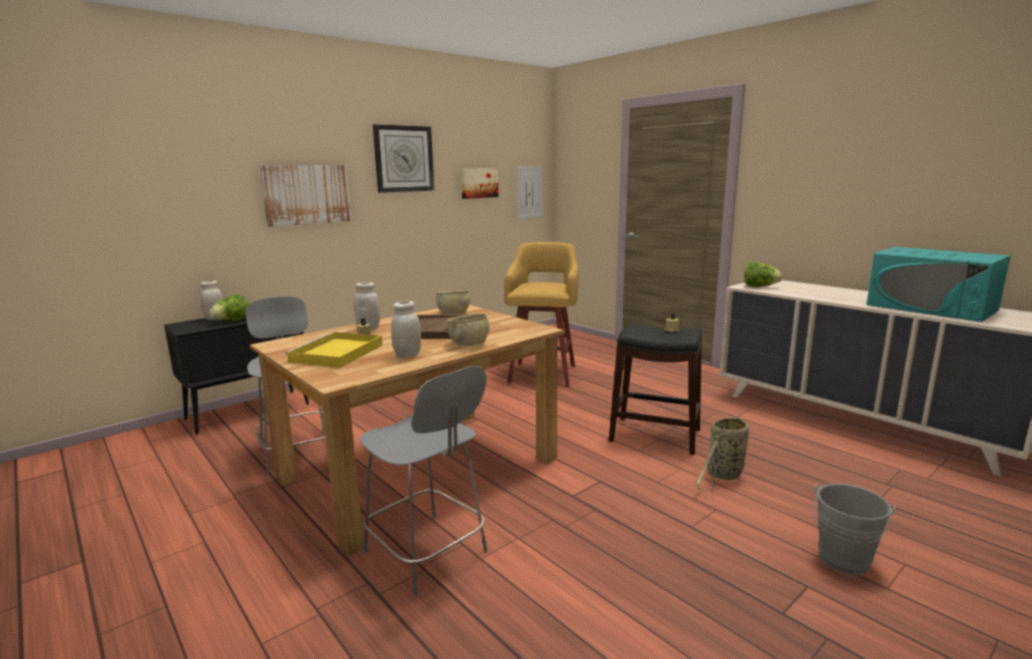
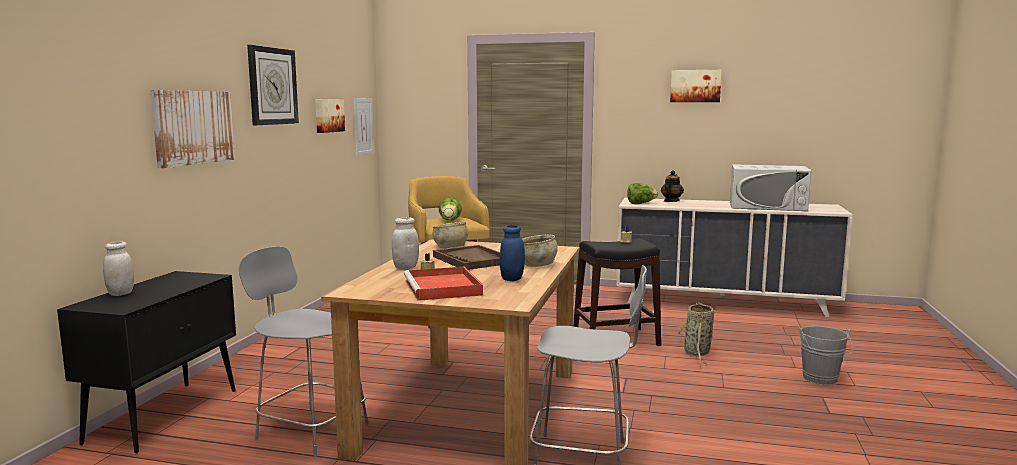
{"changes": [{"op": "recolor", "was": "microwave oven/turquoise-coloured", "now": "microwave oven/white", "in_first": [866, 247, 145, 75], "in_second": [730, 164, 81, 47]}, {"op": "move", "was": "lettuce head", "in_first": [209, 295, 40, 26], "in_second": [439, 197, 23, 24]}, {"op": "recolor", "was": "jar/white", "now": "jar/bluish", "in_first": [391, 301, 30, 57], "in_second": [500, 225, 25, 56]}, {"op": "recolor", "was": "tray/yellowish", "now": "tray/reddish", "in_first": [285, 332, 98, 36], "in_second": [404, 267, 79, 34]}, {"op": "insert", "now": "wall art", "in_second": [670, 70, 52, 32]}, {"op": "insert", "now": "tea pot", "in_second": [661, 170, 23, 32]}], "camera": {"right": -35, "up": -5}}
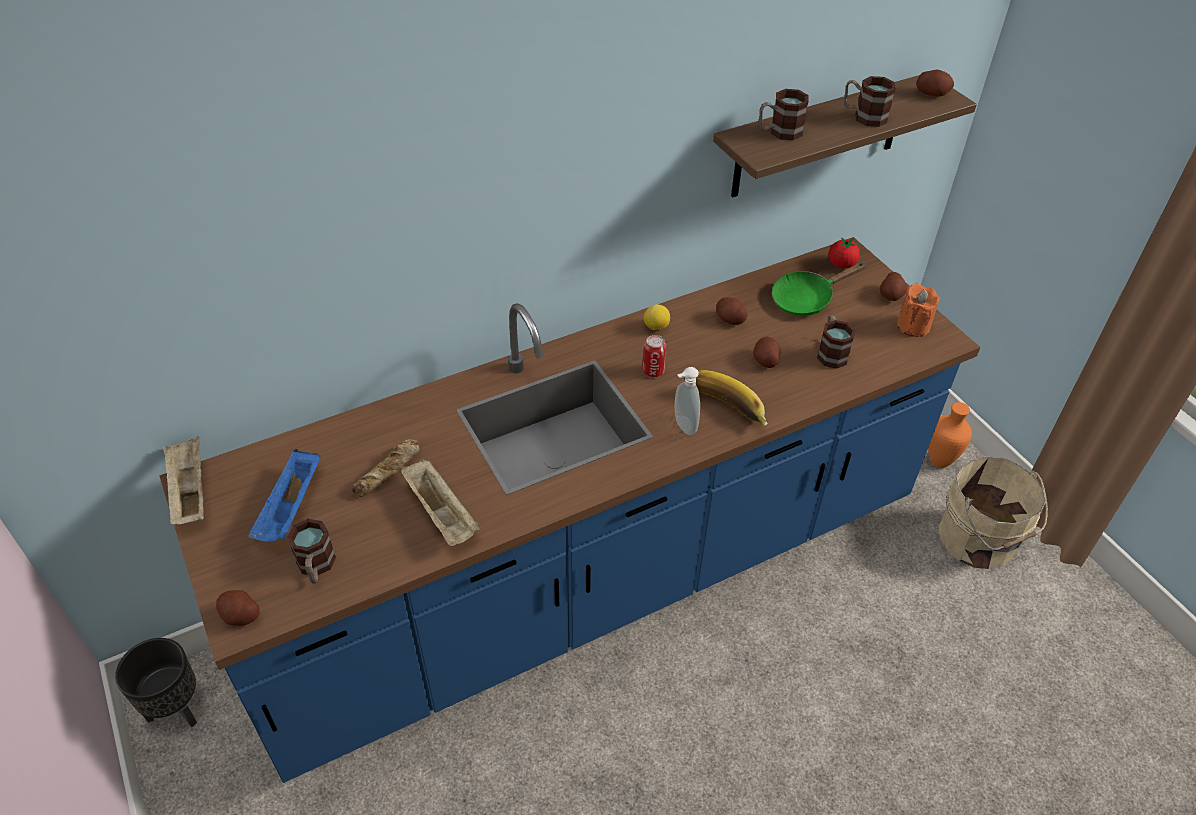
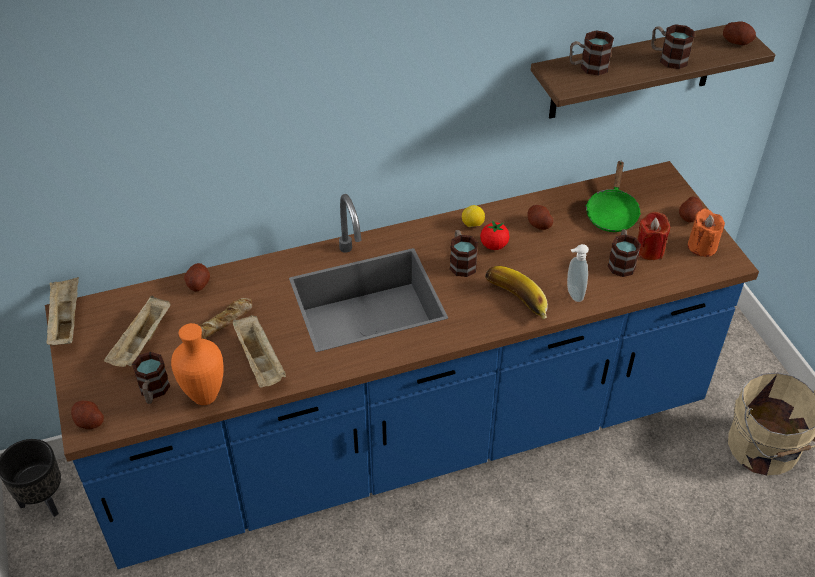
{"changes": [{"op": "move", "was": "tomato", "in_first": [828, 237, 32, 32], "in_second": [480, 220, 30, 30]}, {"op": "rotate", "was": "pan/greenish", "in_first": [772, 262, 94, 54], "in_second": [585, 160, 56, 72], "clockwise": -60}, {"op": "replace", "was": "sealed can", "now": "coffee mug", "in_first": [642, 335, 25, 42], "in_second": [450, 230, 28, 47]}, {"op": "move", "was": "spud", "in_first": [753, 337, 28, 31], "in_second": [184, 263, 26, 29]}, {"op": "move", "was": "soap bottle", "in_first": [675, 367, 25, 68], "in_second": [567, 244, 22, 58]}, {"op": "move", "was": "decorative vase/orangey", "in_first": [928, 402, 44, 66], "in_second": [171, 323, 53, 82]}, {"op": "recolor", "was": "tray/bluish", "now": "tray/beige", "in_first": [248, 449, 72, 92], "in_second": [104, 296, 67, 71]}, {"op": "insert", "now": "candle/reddish", "in_second": [637, 212, 33, 48]}], "camera": {"right": 10, "up": 0}}
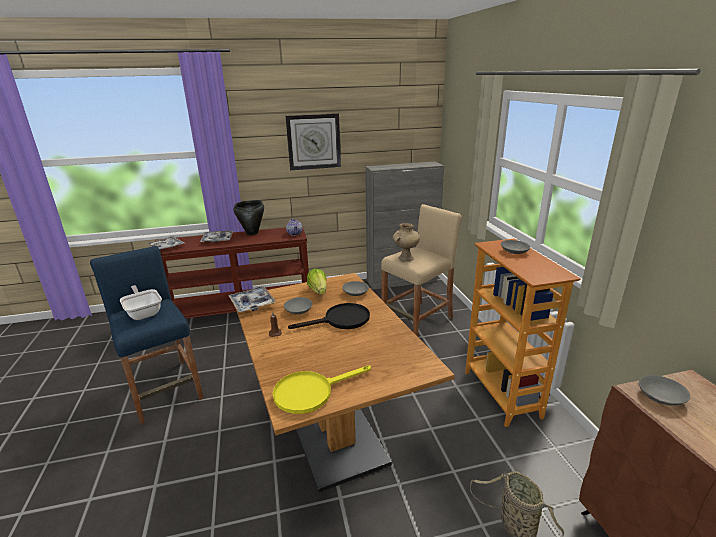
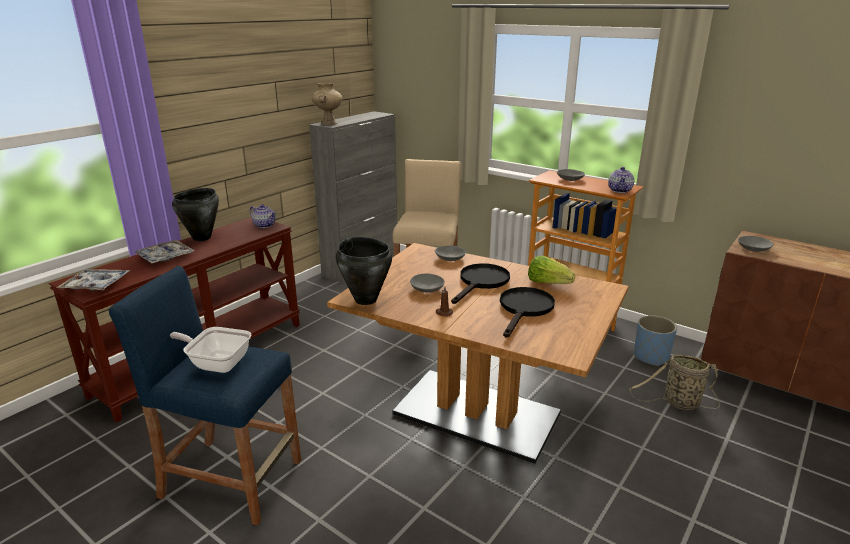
{"changes": [{"op": "delete", "was": "hanging clock", "in_first": [286, 113, 55, 57]}, {"op": "move", "was": "decorative vase/beige", "in_first": [393, 223, 27, 39], "in_second": [312, 83, 30, 42]}, {"op": "move", "was": "lettuce head", "in_first": [307, 269, 20, 26], "in_second": [528, 255, 47, 29]}, {"op": "replace", "was": "tray", "now": "cooking pot/black-coloured", "in_first": [228, 286, 48, 26], "in_second": [336, 237, 56, 68]}, {"op": "delete", "was": "pan/yellowish", "in_first": [273, 366, 98, 48]}, {"op": "insert", "now": "tea pot", "in_second": [608, 167, 26, 26]}, {"op": "insert", "now": "pan/black-coloured", "in_second": [500, 287, 55, 50]}, {"op": "insert", "now": "plant pot/bluish", "in_second": [634, 315, 43, 51]}], "camera": {"right": -40, "up": 0}}
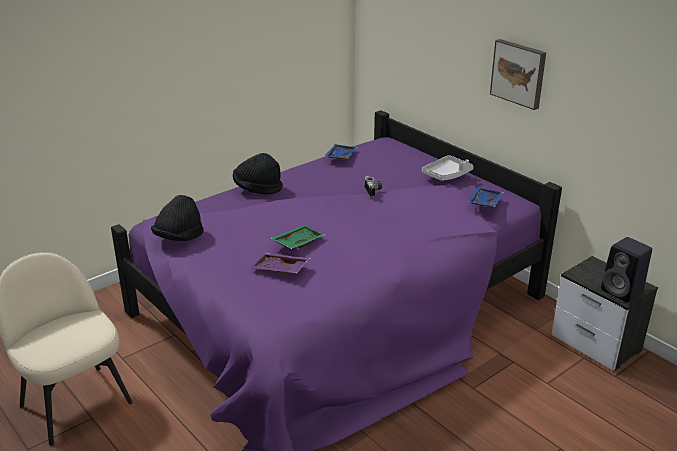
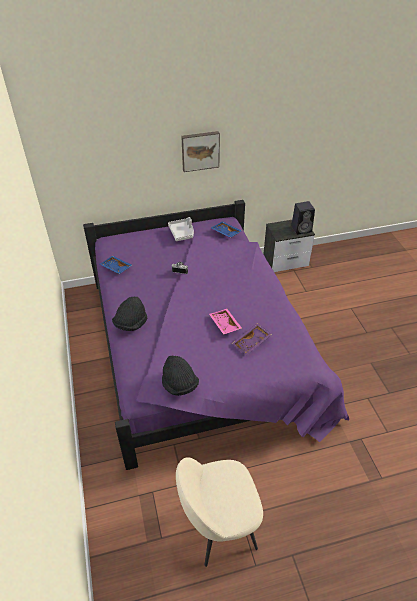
{"changes": [{"op": "recolor", "was": "tray/greenish", "now": "tray/pink-coloured", "in_first": [270, 224, 55, 25], "in_second": [209, 309, 33, 26]}], "camera": {"right": -65, "up": 15}}
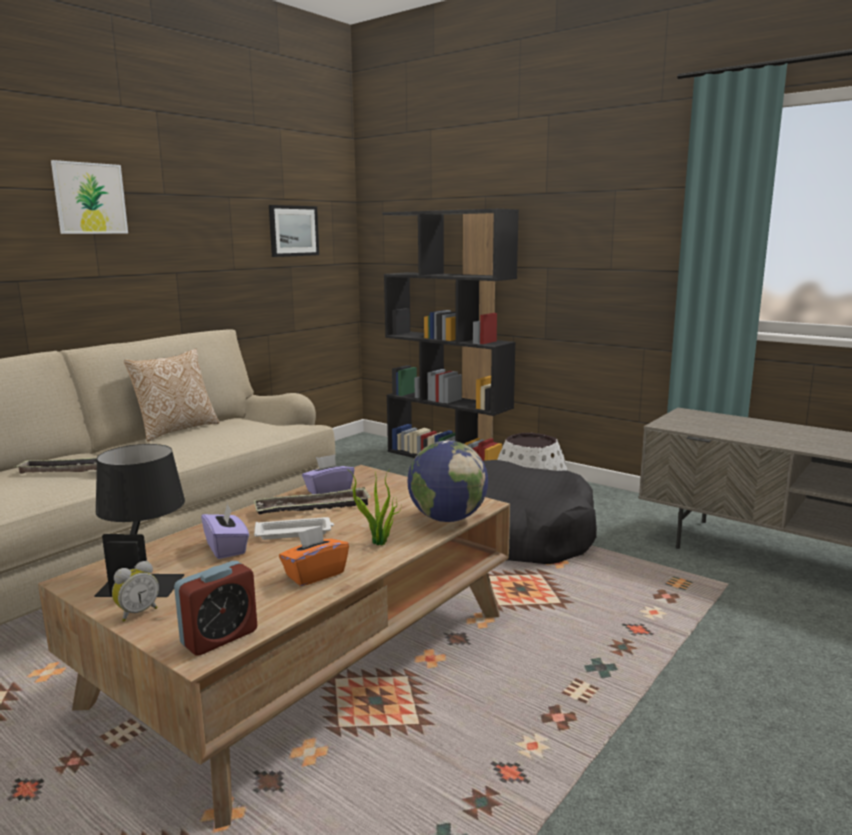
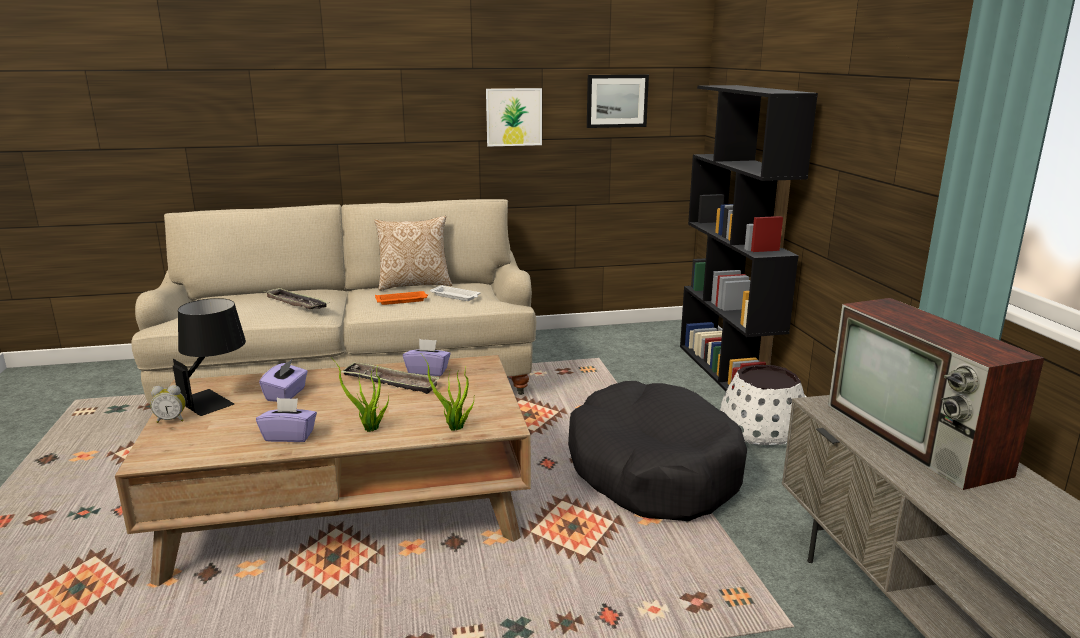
{"changes": [{"op": "move", "was": "wall art", "in_first": [51, 160, 77, 74], "in_second": [486, 88, 56, 59]}, {"op": "replace", "was": "globe", "now": "plant in a pot", "in_first": [407, 440, 81, 82], "in_second": [422, 355, 53, 76]}, {"op": "move", "was": "tray/white", "in_first": [254, 517, 80, 23], "in_second": [430, 285, 50, 16]}, {"op": "recolor", "was": "box of tissues/orangey", "now": "box of tissues/purplish", "in_first": [279, 526, 70, 60], "in_second": [256, 398, 61, 44]}, {"op": "delete", "was": "alarm clock", "in_first": [174, 561, 83, 94]}, {"op": "insert", "now": "tray/orangey", "in_second": [375, 291, 53, 14]}, {"op": "insert", "now": "television", "in_second": [828, 298, 216, 192]}], "camera": {"right": 40, "up": 5}}
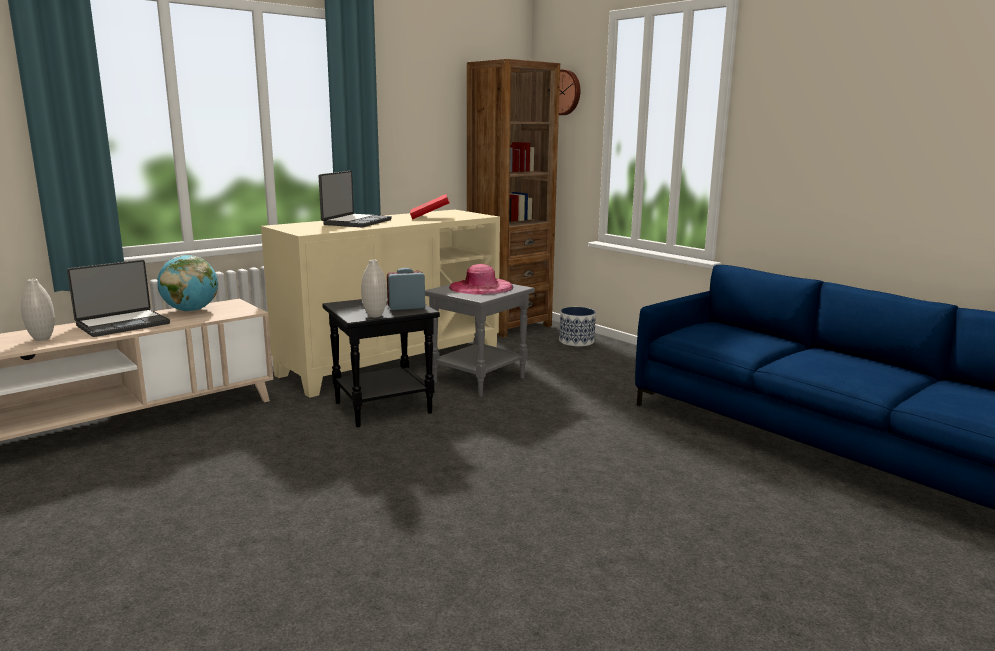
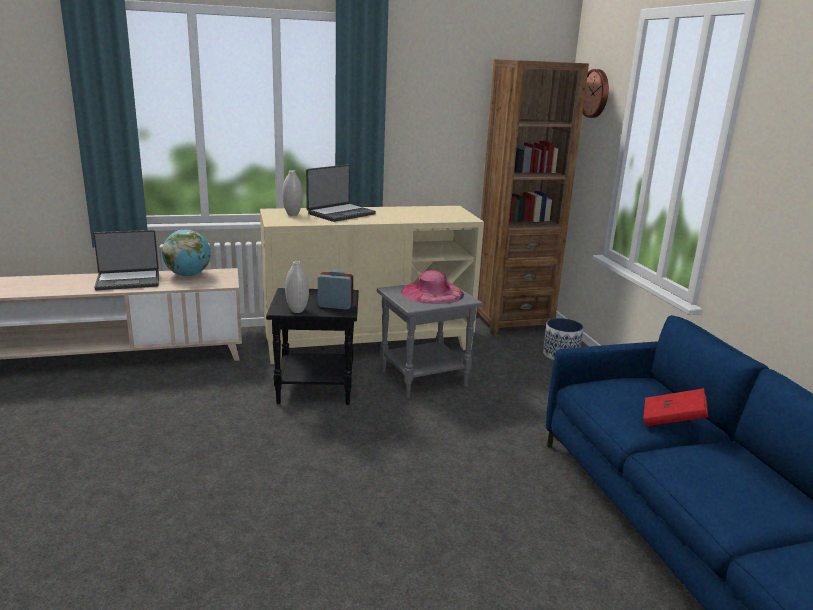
{"changes": [{"op": "move", "was": "bound book/reddish", "in_first": [410, 194, 39, 25], "in_second": [644, 388, 64, 38]}, {"op": "move", "was": "decorative vase/white", "in_first": [21, 279, 34, 62], "in_second": [282, 170, 21, 46]}], "camera": {"right": 25, "up": 5}}
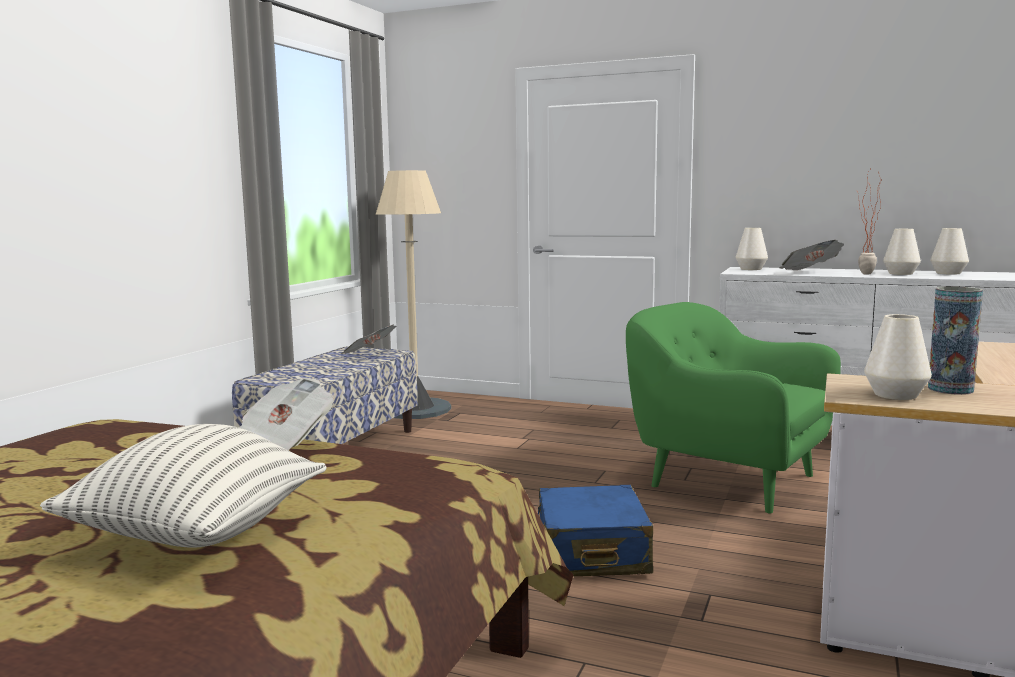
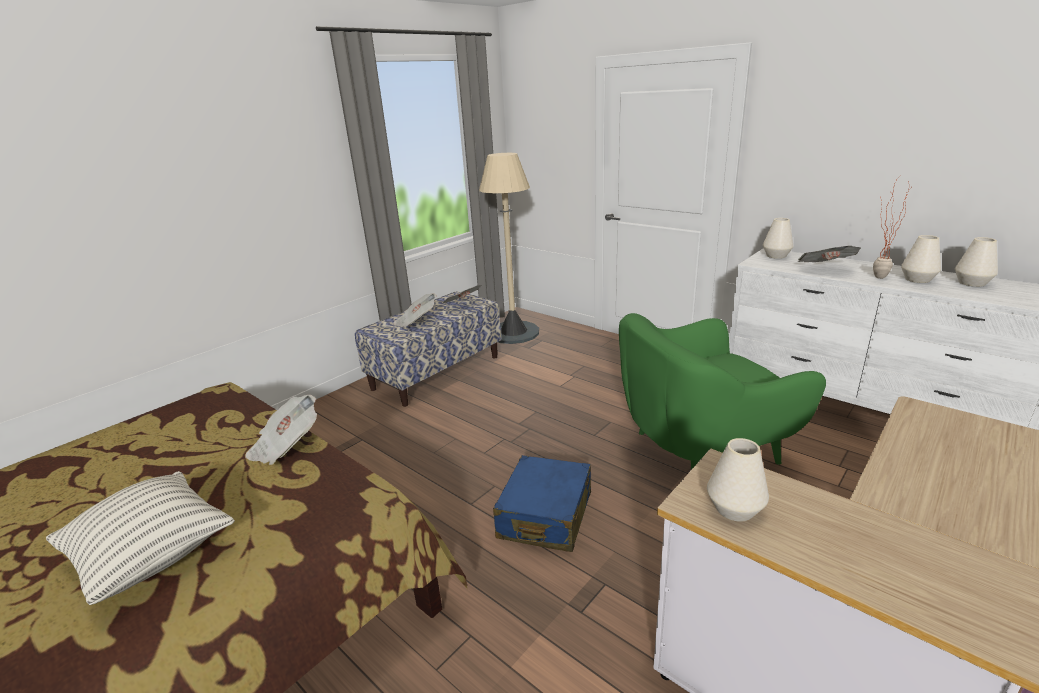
{"changes": [{"op": "delete", "was": "decorative vase", "in_first": [928, 286, 55, 109]}, {"op": "rotate", "was": "lounge chair/greenish", "in_first": [626, 302, 215, 211], "in_second": [619, 313, 207, 157], "clockwise": -75}, {"op": "insert", "now": "newspaper", "in_second": [393, 293, 44, 35]}], "camera": {"right": 20, "up": 15}}
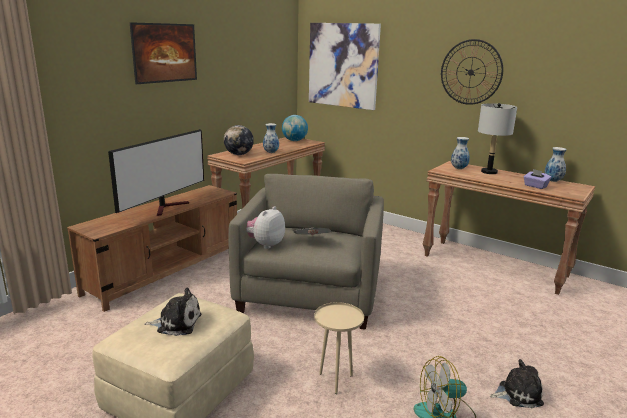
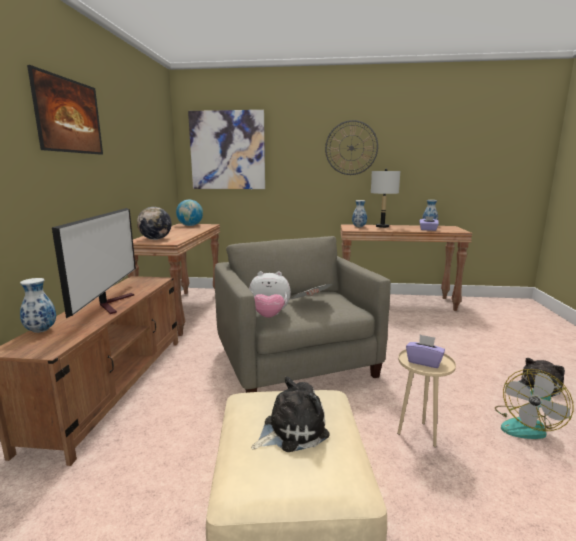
{"changes": [{"op": "move", "was": "decorative vase", "in_first": [263, 123, 16, 30], "in_second": [20, 278, 36, 55]}, {"op": "rotate", "was": "cuddly toy", "in_first": [246, 206, 39, 43], "in_second": [249, 271, 42, 47], "clockwise": -90}, {"op": "insert", "now": "box of tissues/purplish", "in_second": [406, 334, 39, 34]}], "camera": {"right": -30, "up": -5}}
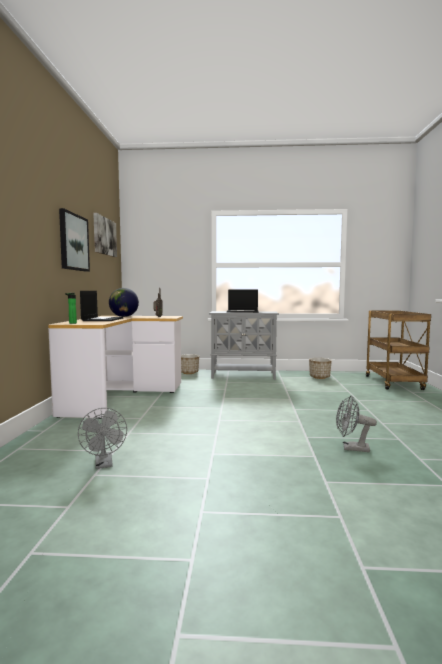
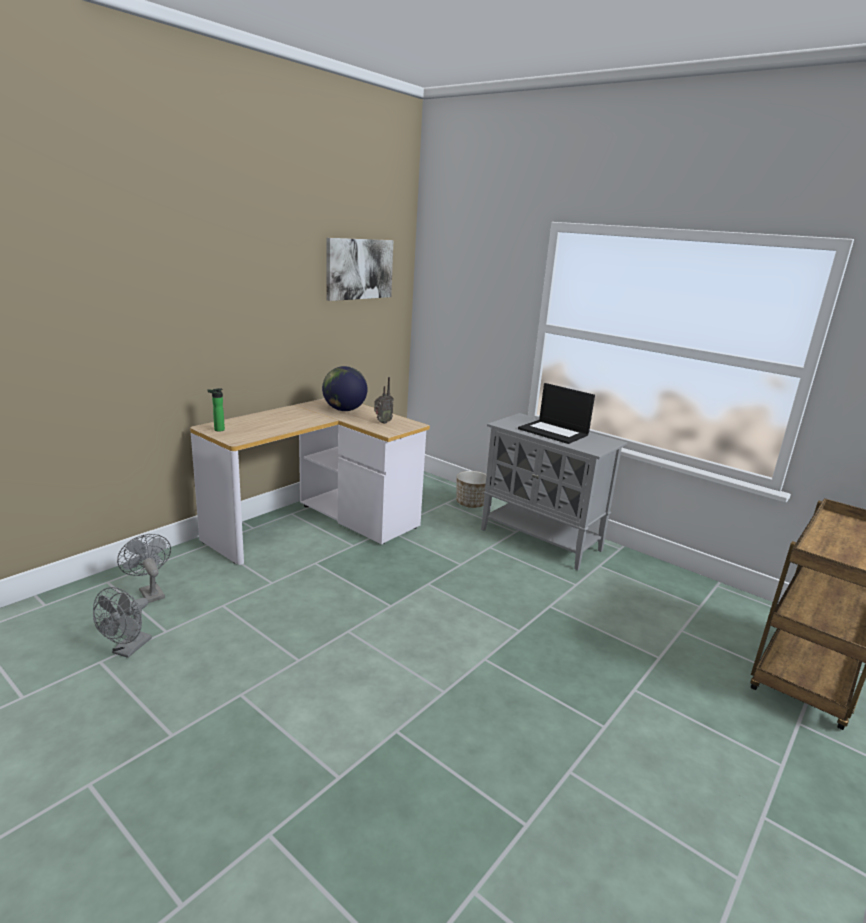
{"changes": [{"op": "delete", "was": "wall art", "in_first": [59, 208, 31, 64]}, {"op": "delete", "was": "notebook computer", "in_first": [80, 291, 43, 30]}, {"op": "delete", "was": "plant pot", "in_first": [309, 358, 23, 21]}, {"op": "move", "was": "cooling fan/gray", "in_first": [336, 395, 41, 57], "in_second": [117, 534, 54, 69]}], "camera": {"right": 35, "up": 15}}
